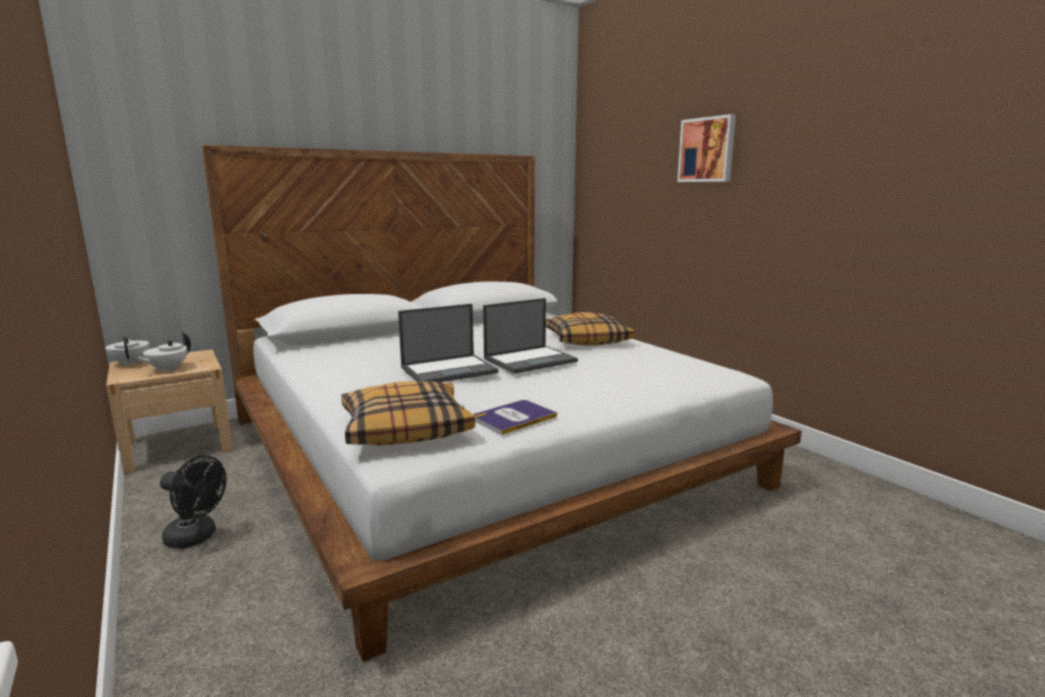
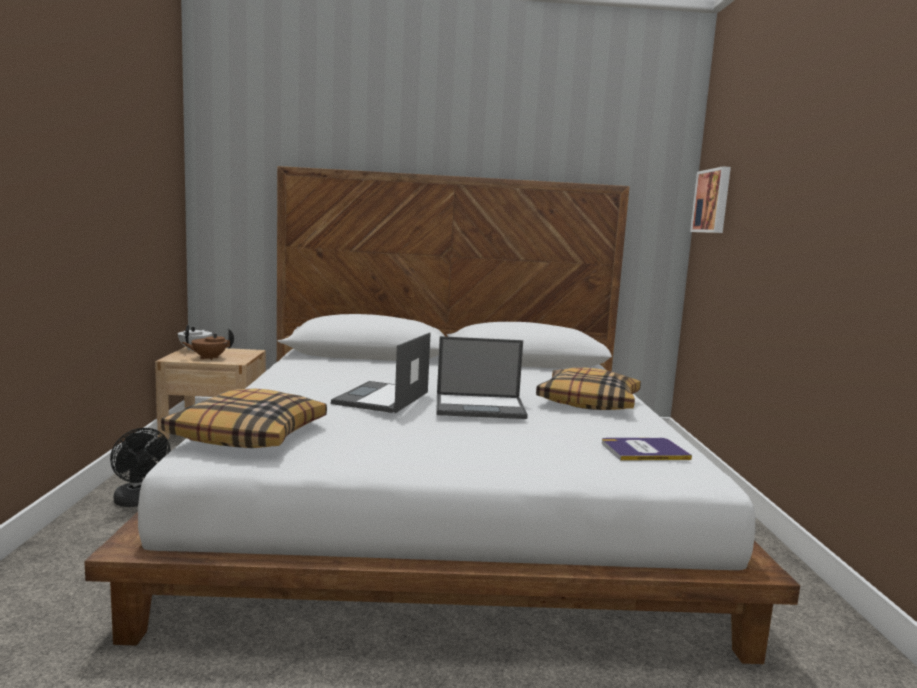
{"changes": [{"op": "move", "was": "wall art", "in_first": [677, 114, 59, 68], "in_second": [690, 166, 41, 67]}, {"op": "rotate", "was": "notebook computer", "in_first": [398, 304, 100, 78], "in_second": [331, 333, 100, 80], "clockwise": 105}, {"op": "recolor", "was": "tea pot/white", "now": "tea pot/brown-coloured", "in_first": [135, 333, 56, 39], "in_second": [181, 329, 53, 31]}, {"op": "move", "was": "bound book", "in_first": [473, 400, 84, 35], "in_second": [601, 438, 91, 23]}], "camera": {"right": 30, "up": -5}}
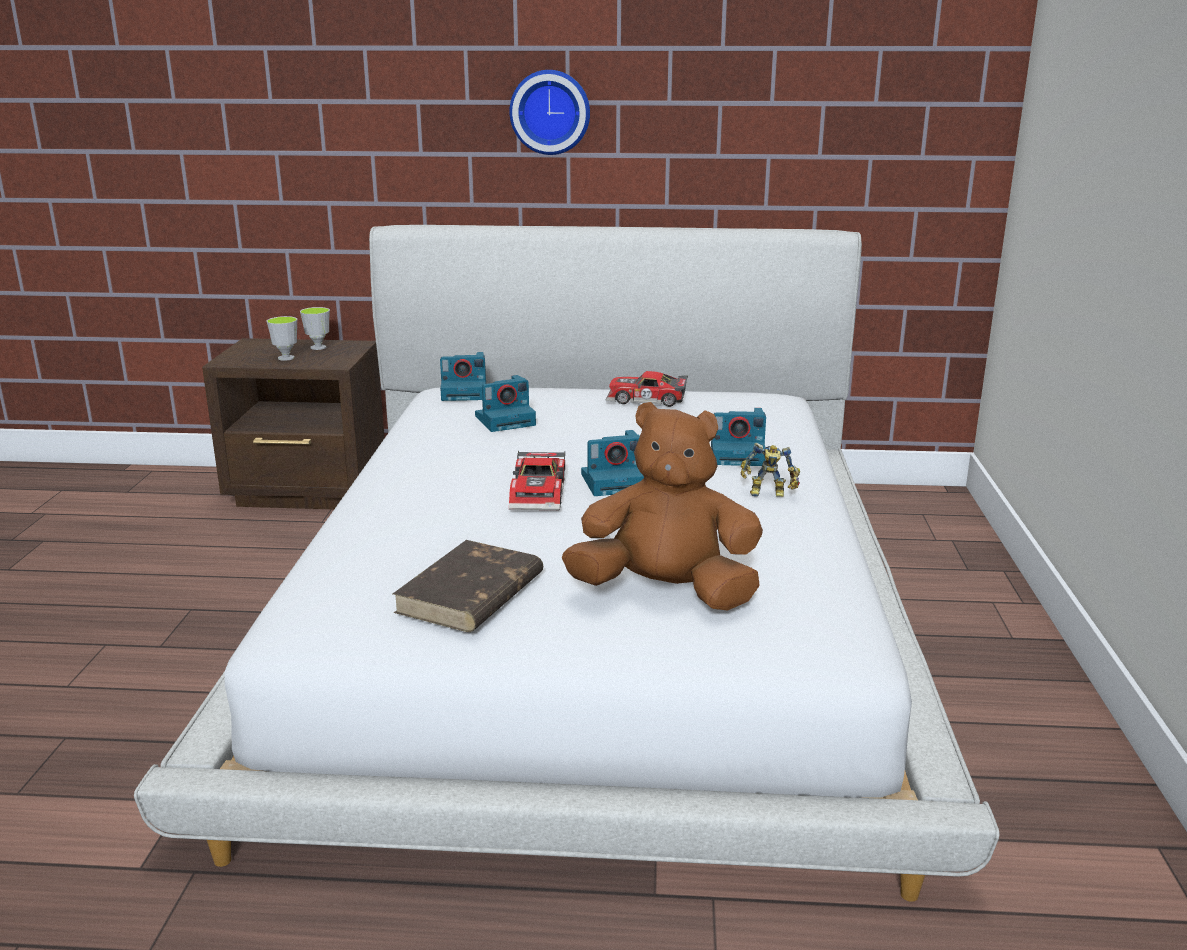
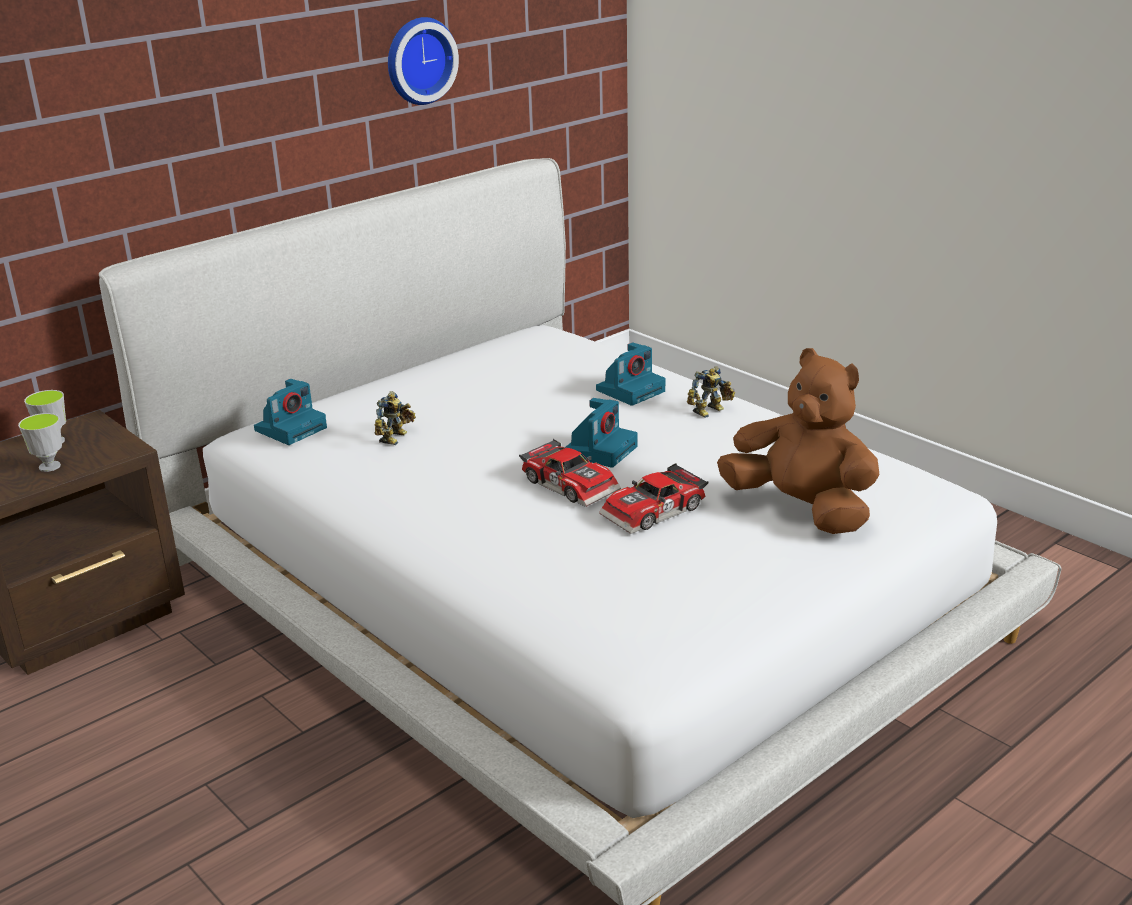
{"changes": [{"op": "move", "was": "hanging clock", "in_first": [509, 70, 81, 85], "in_second": [388, 17, 71, 88]}, {"op": "move", "was": "toy car", "in_first": [605, 371, 83, 36], "in_second": [599, 463, 109, 71]}, {"op": "replace", "was": "photo camera", "now": "model robot", "in_first": [475, 375, 61, 57], "in_second": [374, 391, 42, 54]}, {"op": "rotate", "was": "cuddly toy/brown-coloured", "in_first": [562, 402, 201, 209], "in_second": [717, 348, 162, 186], "clockwise": 75}, {"op": "delete", "was": "bound book/brown-coloured", "in_first": [393, 540, 150, 92]}], "camera": {"right": -45, "up": 5}}
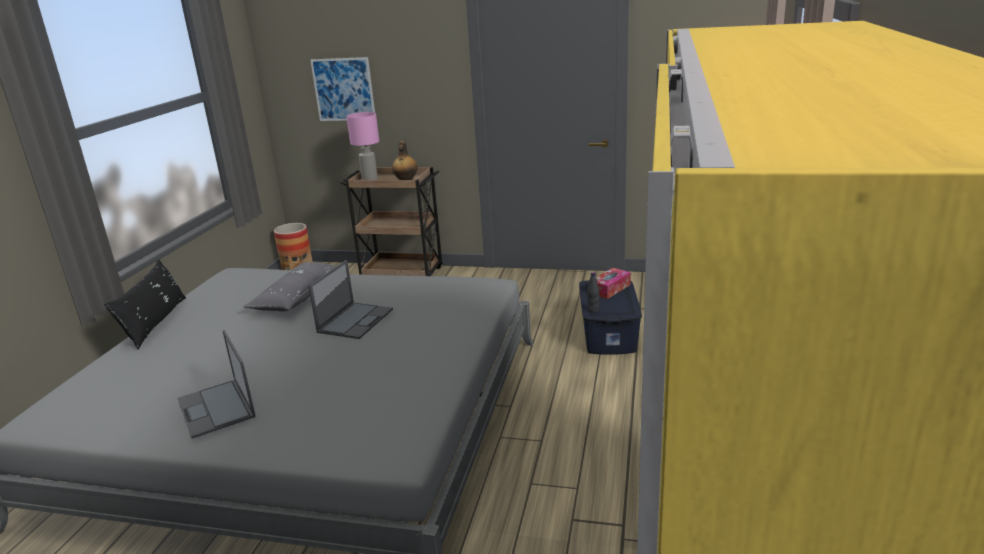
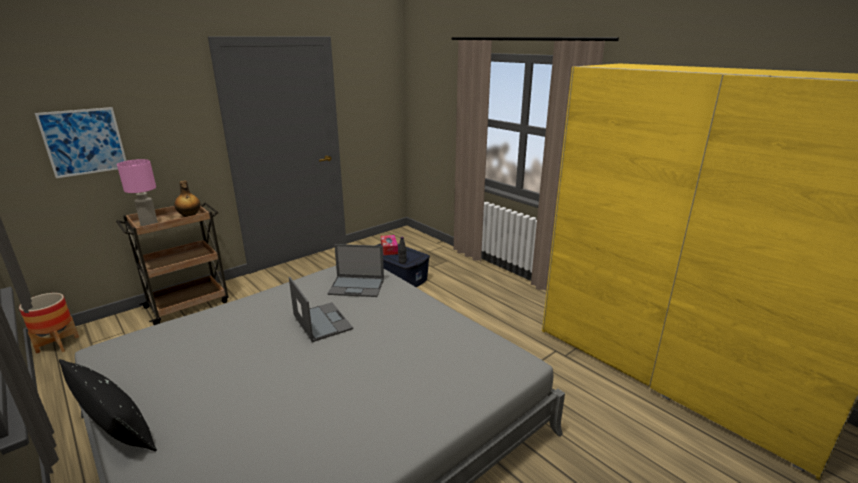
{"changes": [{"op": "delete", "was": "throw pillow/gray", "in_first": [243, 262, 95, 50]}, {"op": "move", "was": "notebook computer", "in_first": [177, 330, 79, 109], "in_second": [327, 244, 57, 53]}], "camera": {"right": -55, "up": 0}}
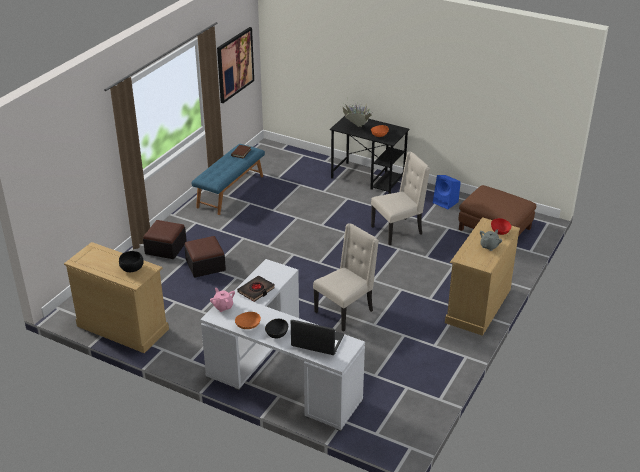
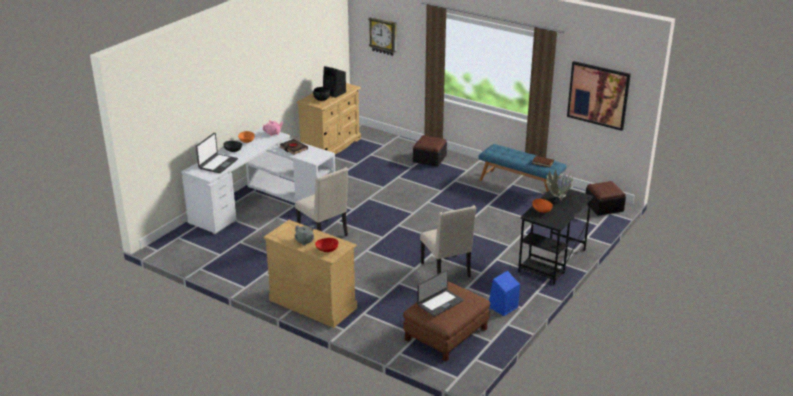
{"changes": [{"op": "move", "was": "pouffe", "in_first": [184, 236, 42, 42], "in_second": [586, 181, 40, 35]}, {"op": "insert", "now": "hanging clock", "in_second": [369, 17, 27, 39]}, {"op": "insert", "now": "speaker/black-coloured", "in_second": [323, 66, 23, 32]}, {"op": "insert", "now": "notebook computer", "in_second": [417, 270, 47, 47]}], "camera": {"right": 95, "up": -5}}
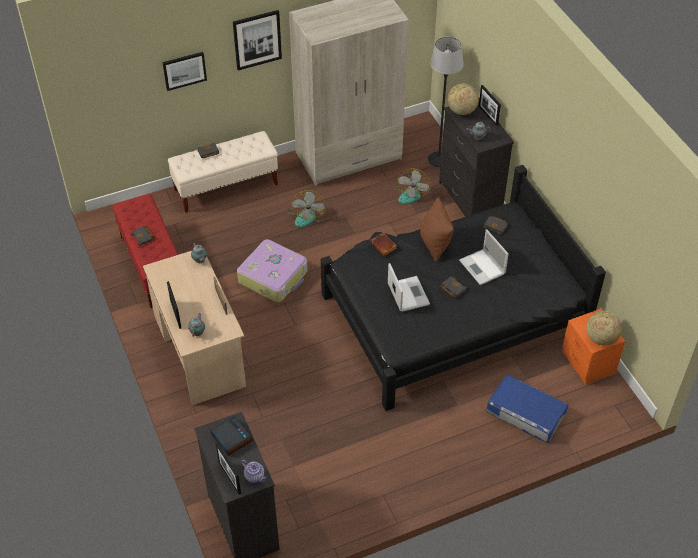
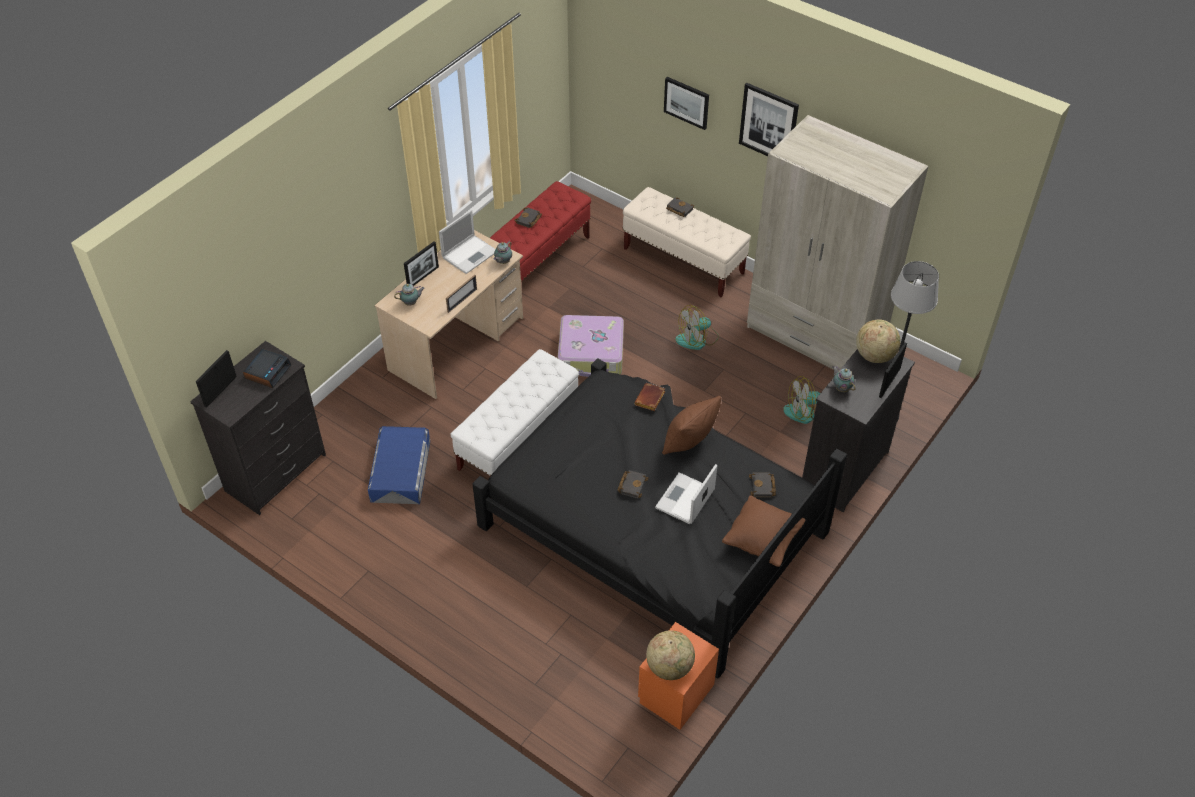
{"changes": [{"op": "move", "was": "notebook computer", "in_first": [388, 263, 42, 49], "in_second": [439, 210, 56, 64]}, {"op": "move", "was": "storage box/bluish", "in_first": [486, 375, 82, 68], "in_second": [368, 426, 62, 78]}, {"op": "delete", "was": "tea pot", "in_first": [241, 460, 25, 23]}, {"op": "insert", "now": "bench/white", "in_second": [450, 349, 129, 127]}, {"op": "insert", "now": "throw pillow/brown-coloured", "in_second": [722, 495, 83, 72]}], "camera": {"right": 60, "up": 0}}
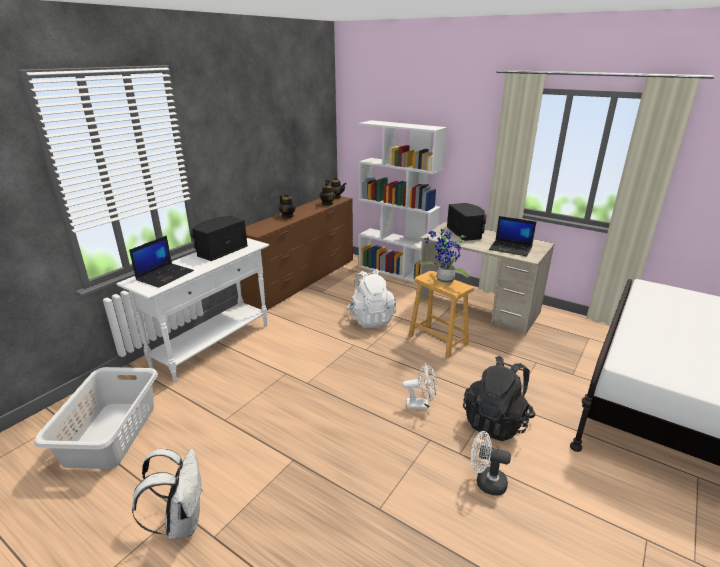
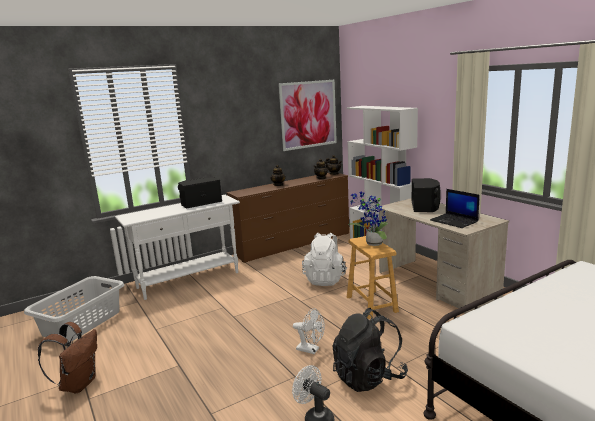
{"changes": [{"op": "delete", "was": "notebook computer", "in_first": [129, 236, 65, 52]}, {"op": "recolor", "was": "knapsack/white", "now": "knapsack/brown-coloured", "in_first": [132, 449, 71, 91], "in_second": [38, 322, 59, 71]}, {"op": "insert", "now": "wall art", "in_second": [278, 80, 59, 71]}], "camera": {"right": 25, "up": -10}}
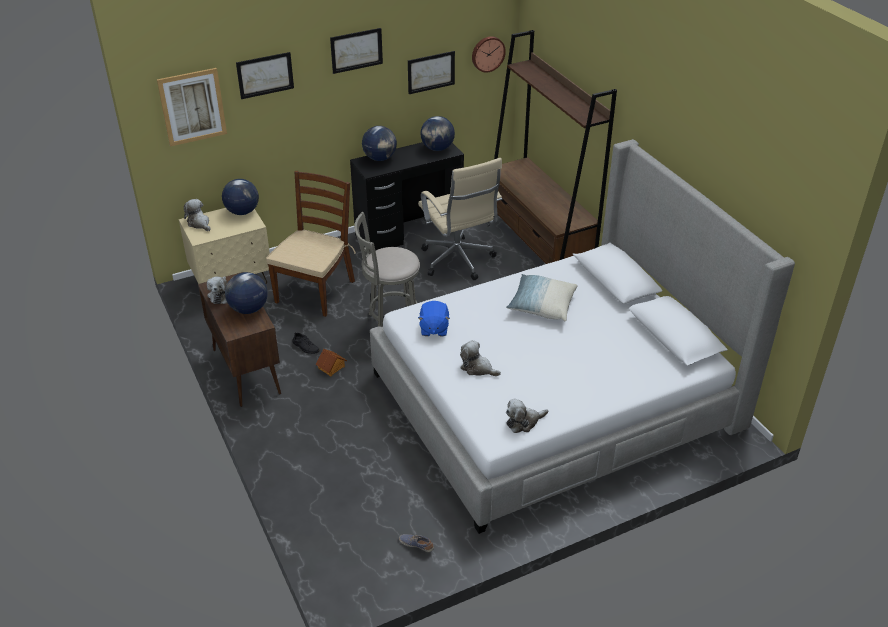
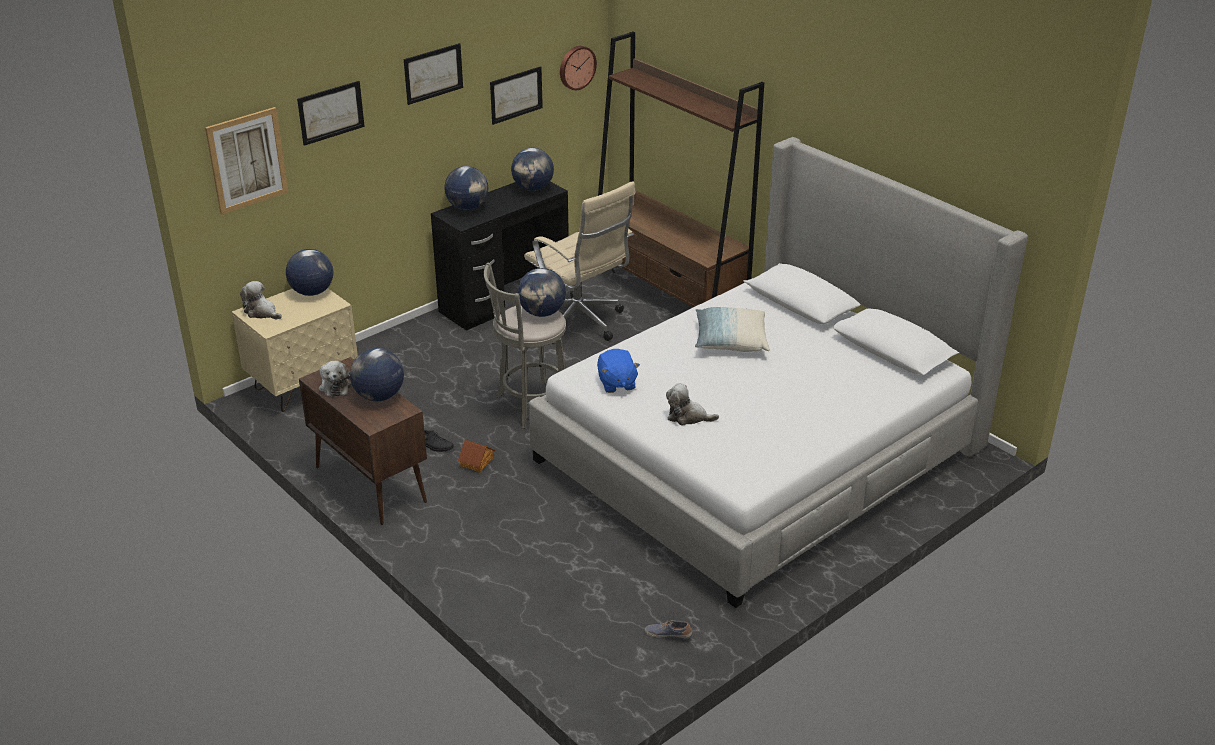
{"changes": [{"op": "delete", "was": "upright chair/brown-coloured", "in_first": [266, 171, 90, 146]}, {"op": "delete", "was": "cuddly toy", "in_first": [506, 398, 42, 35]}, {"op": "insert", "now": "globe", "in_second": [517, 268, 49, 49]}], "camera": {"right": -15, "up": -5}}
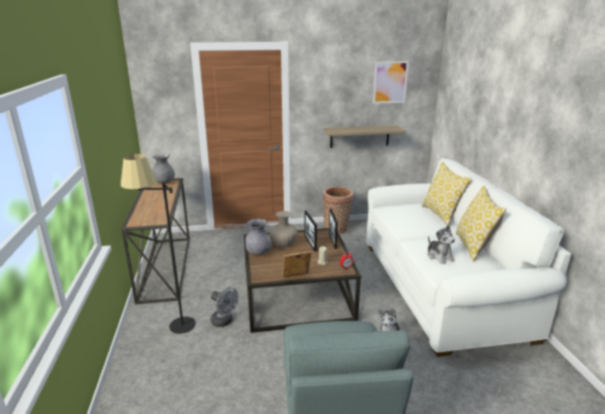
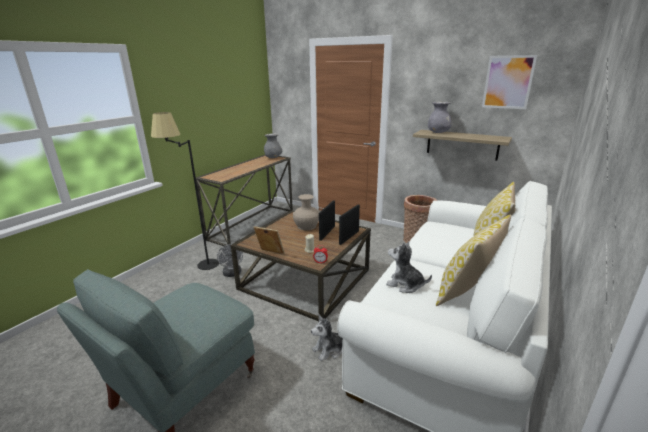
{"changes": [{"op": "move", "was": "decorative vase/gray", "in_first": [246, 219, 26, 36], "in_second": [428, 102, 24, 31]}, {"op": "rotate", "was": "cuddly toy", "in_first": [427, 225, 28, 39], "in_second": [386, 241, 46, 52], "clockwise": 105}], "camera": {"right": 40, "up": 0}}
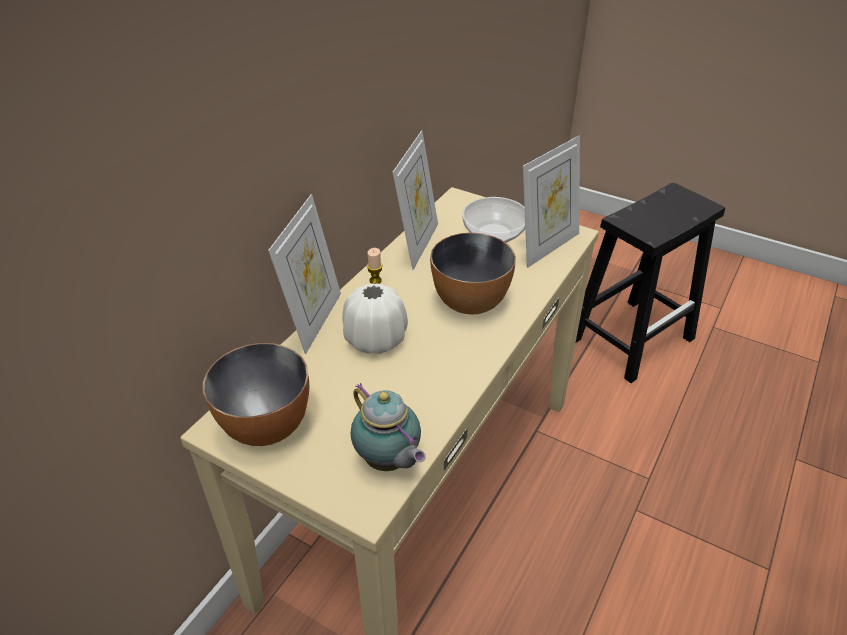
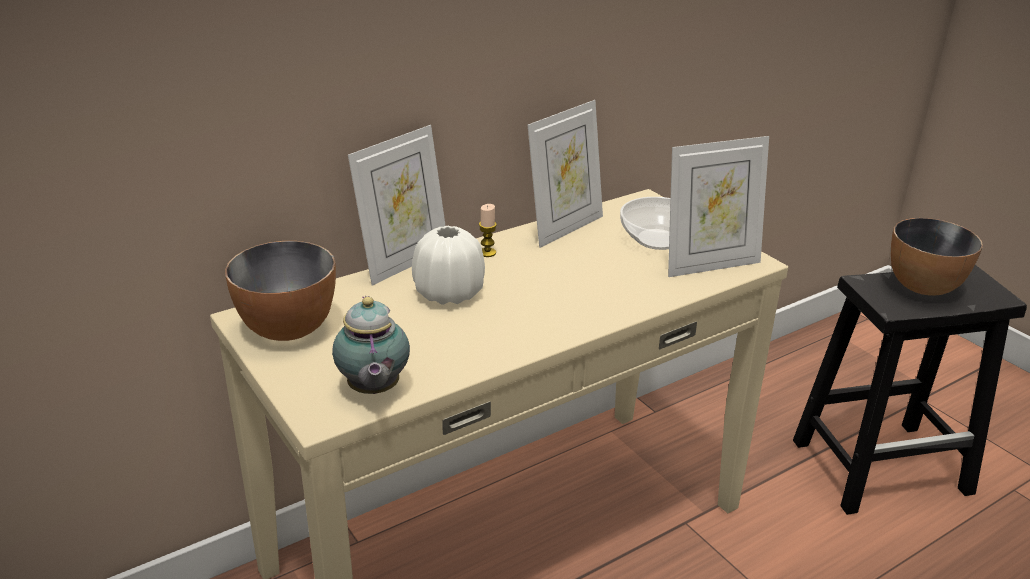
{"changes": [{"op": "move", "was": "bowl", "in_first": [430, 232, 86, 83], "in_second": [891, 218, 92, 78]}], "camera": {"right": 25, "up": -10}}
